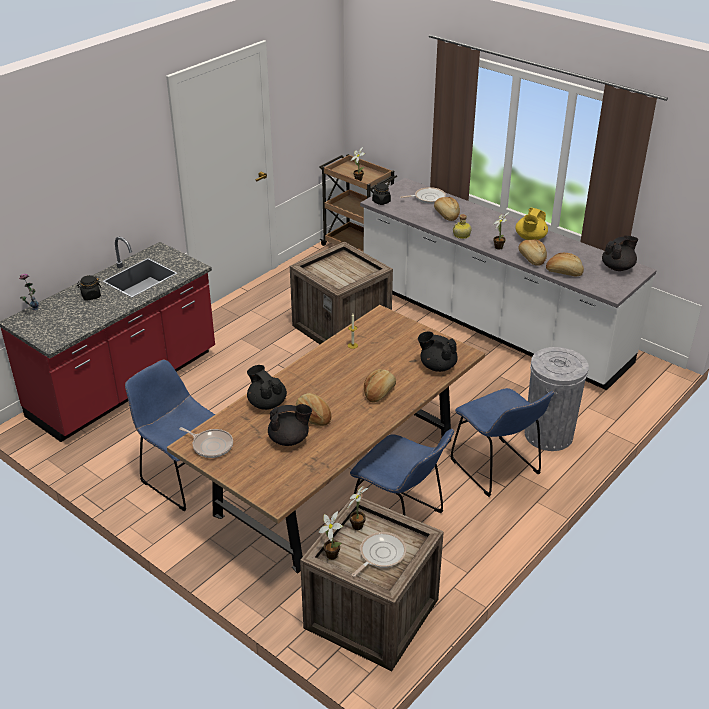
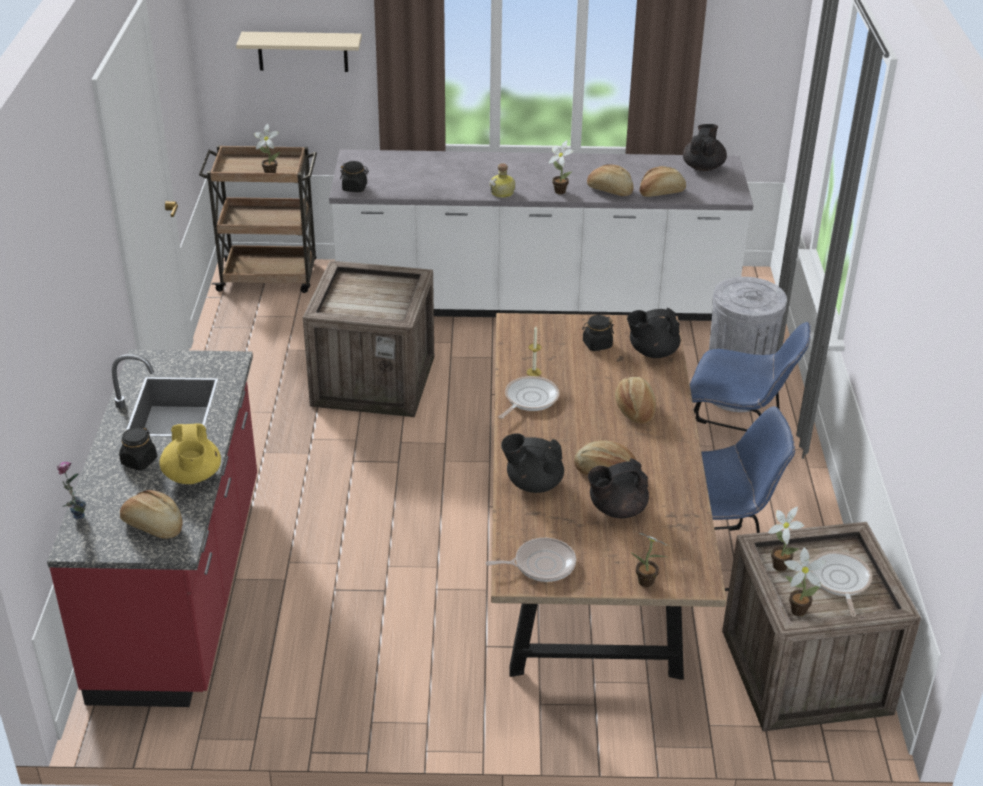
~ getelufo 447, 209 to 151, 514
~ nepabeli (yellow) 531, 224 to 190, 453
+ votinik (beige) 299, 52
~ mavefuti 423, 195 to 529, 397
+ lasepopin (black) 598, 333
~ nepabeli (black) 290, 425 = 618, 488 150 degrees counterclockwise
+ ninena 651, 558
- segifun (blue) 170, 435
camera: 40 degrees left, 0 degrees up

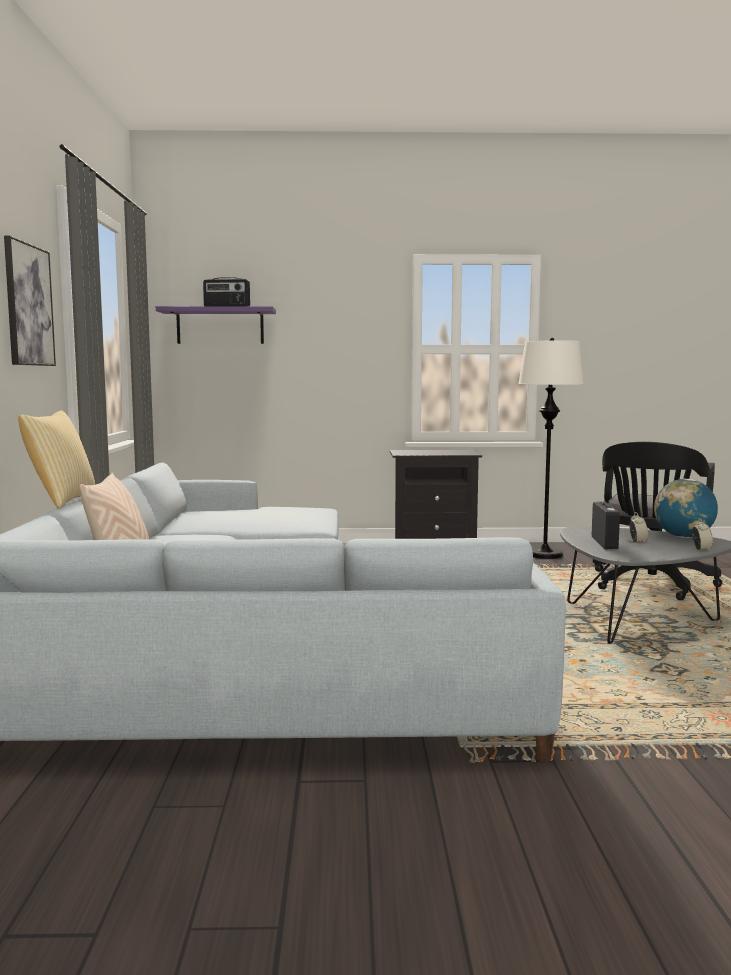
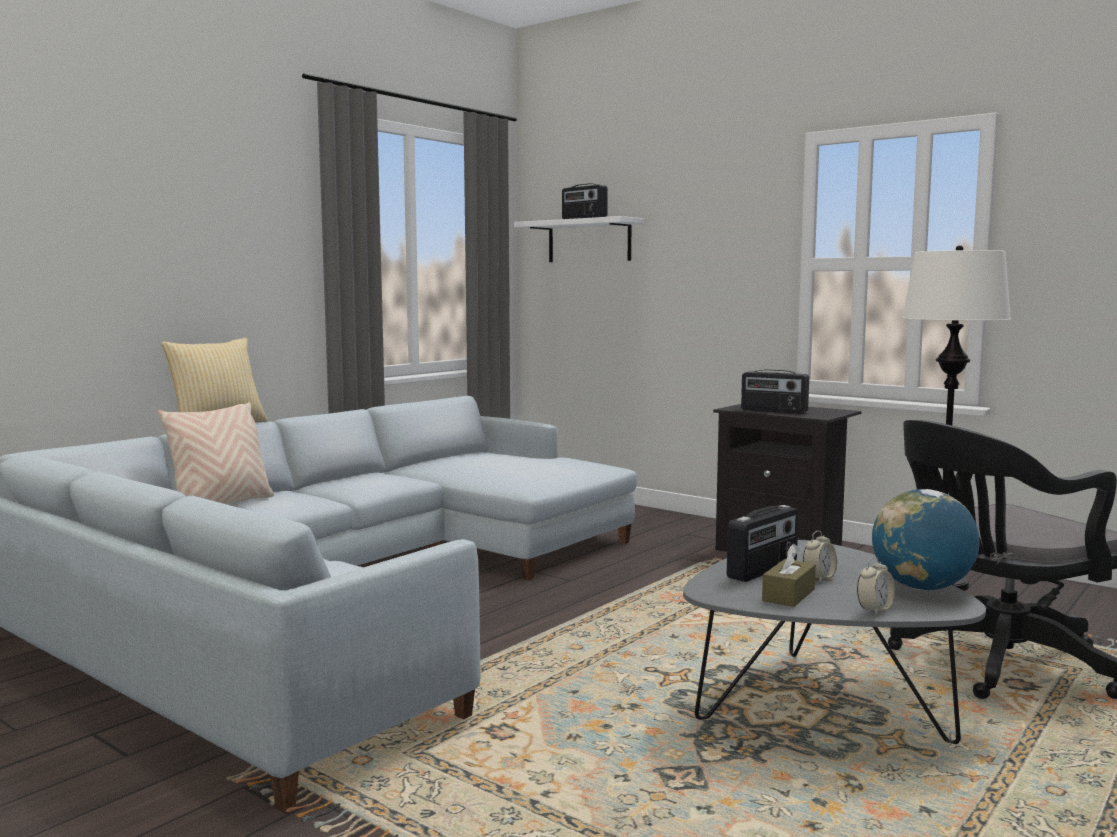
~ votinik (purple) 216, 325 to votinik (white) 579, 239
+ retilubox 775, 392
+ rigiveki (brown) 789, 575
- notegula 30, 301
camera: 40 degrees right, 0 degrees up

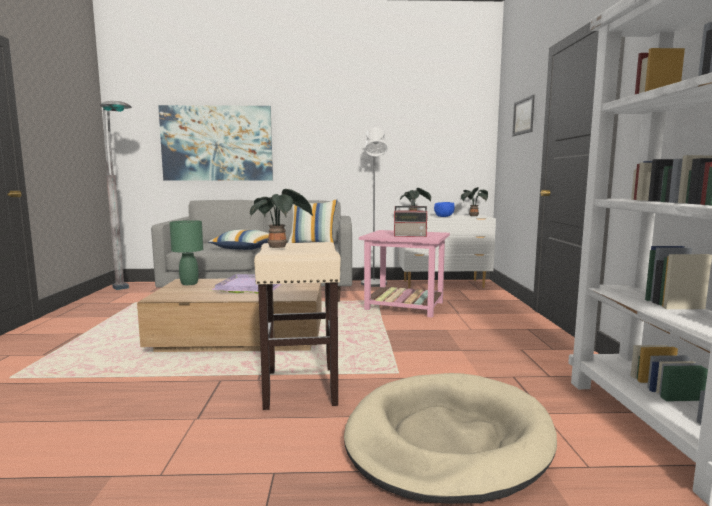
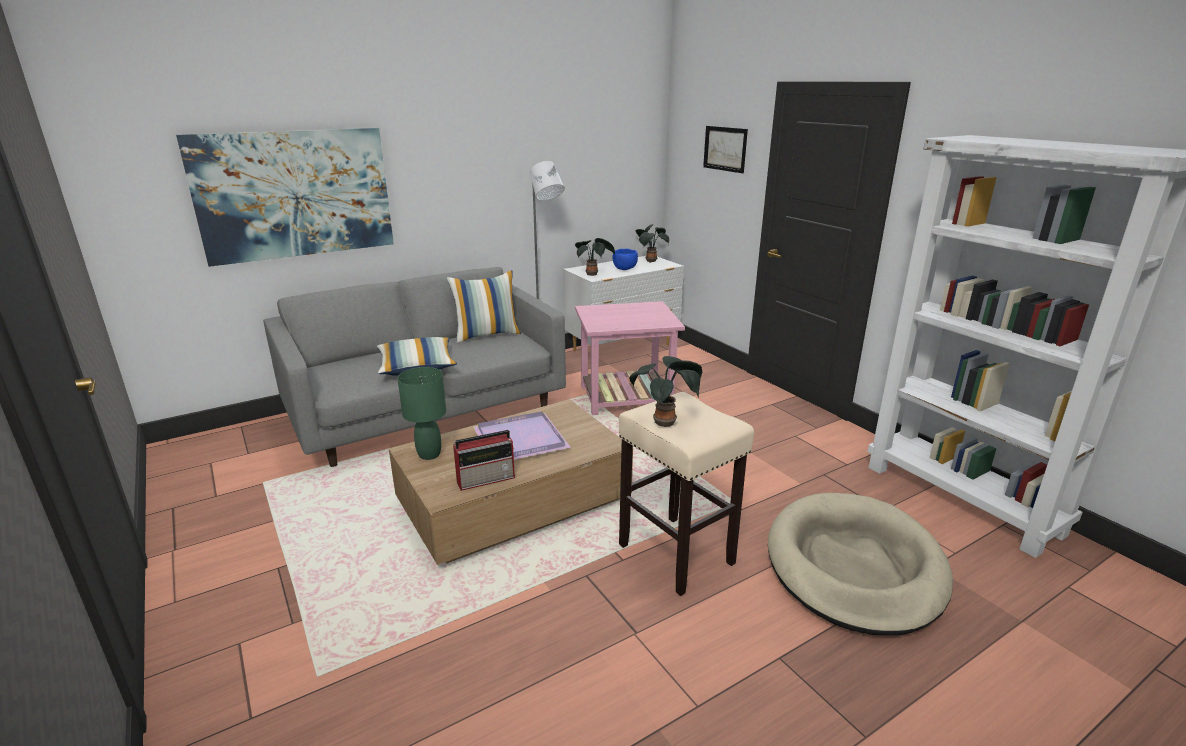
~ retilubox 411, 221 to 484, 460
- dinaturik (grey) 115, 195
camera: 30 degrees left, 15 degrees up

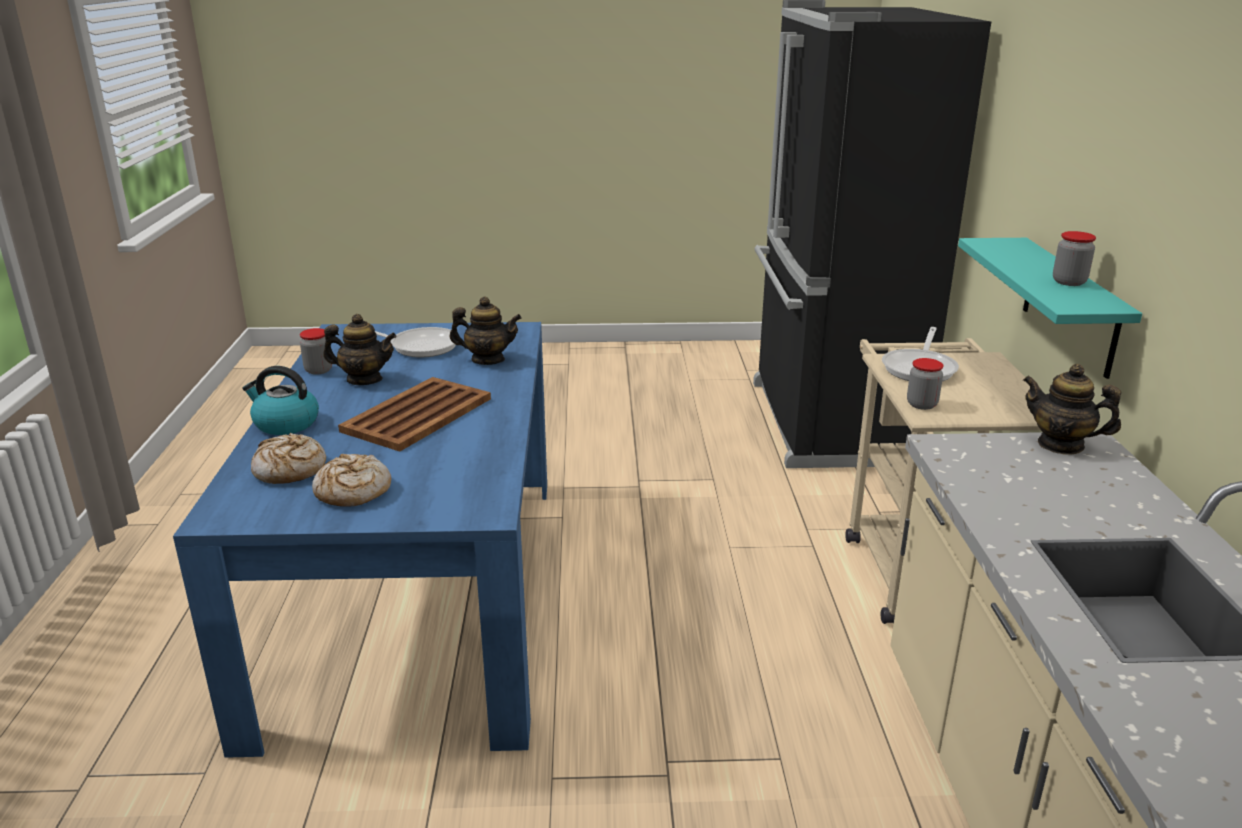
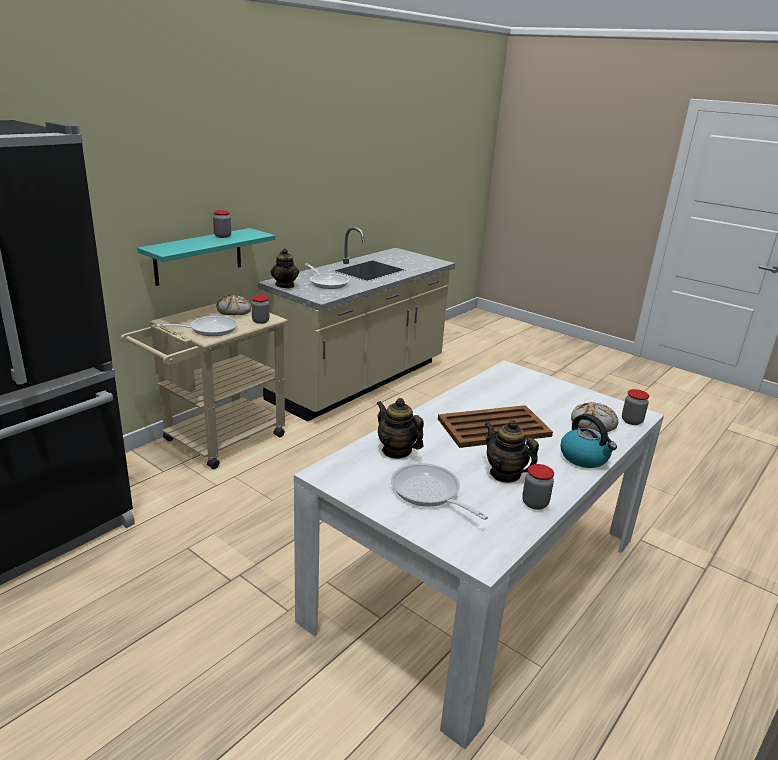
~ getelufo 351, 480 to 233, 304
~ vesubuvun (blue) 360, 540 to vesubuvun (white) 479, 554
+ mavefuti 327, 276
+ lasepopin 635, 407
camera: 140 degrees left, 0 degrees up

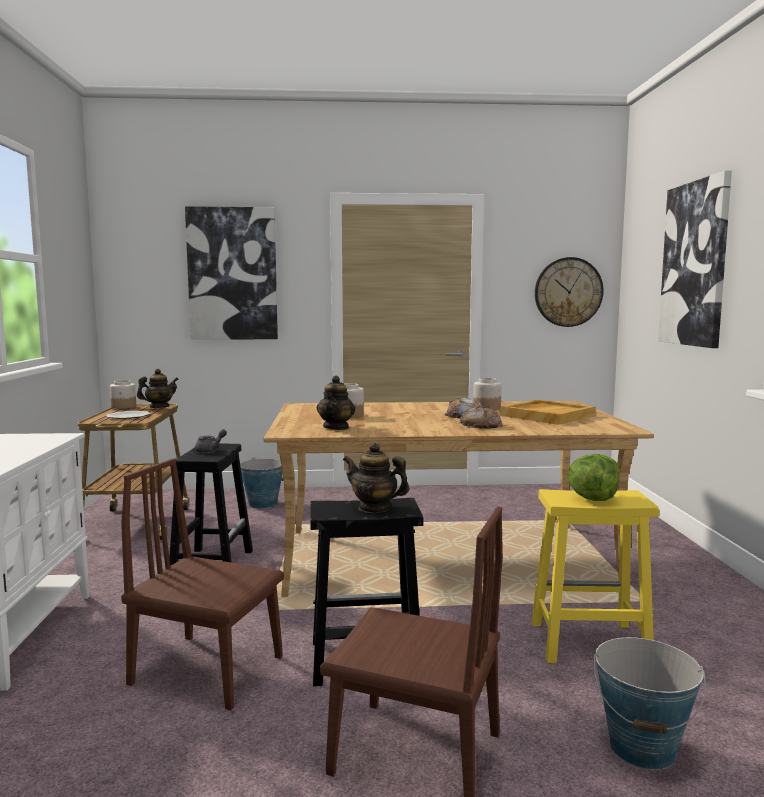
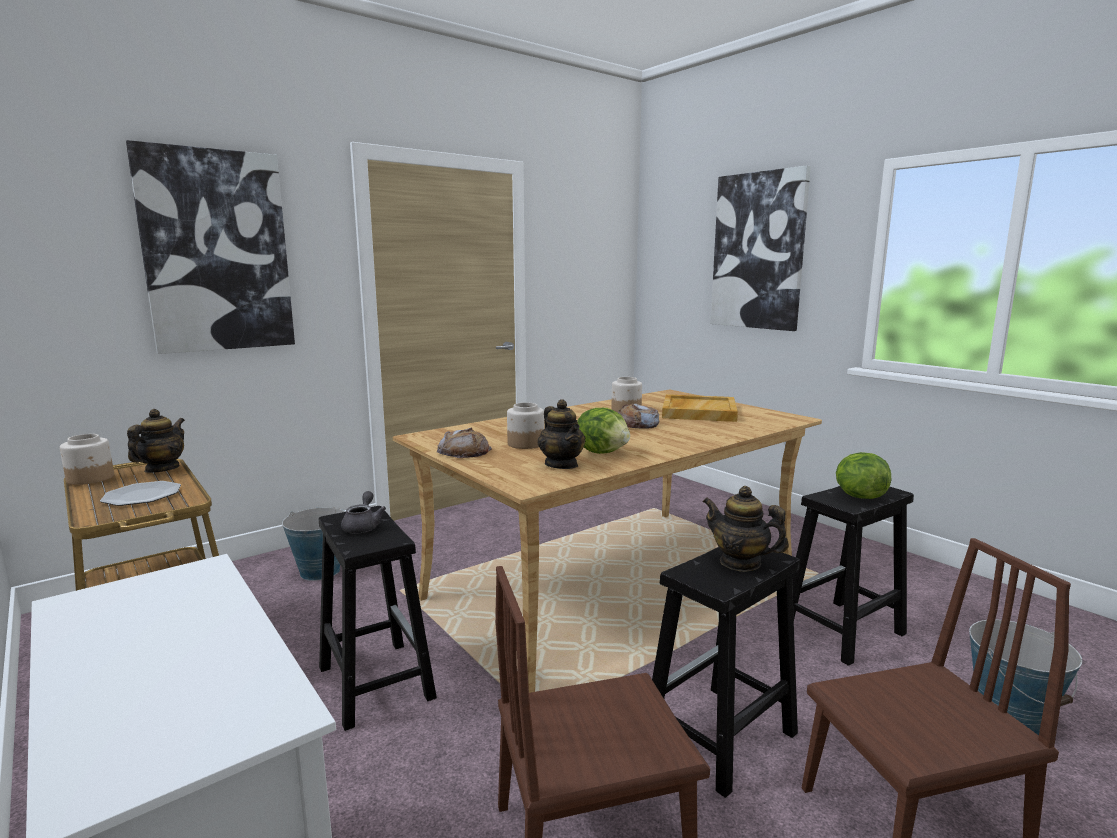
~ getelufo 481, 417 to 464, 443
+ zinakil 603, 431
~ nepabeli 376, 478 = 746, 528 45 degrees clockwise
~ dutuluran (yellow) 595, 576 to dutuluran (black) 853, 576
- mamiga 569, 292
camera: 35 degrees left, 5 degrees up

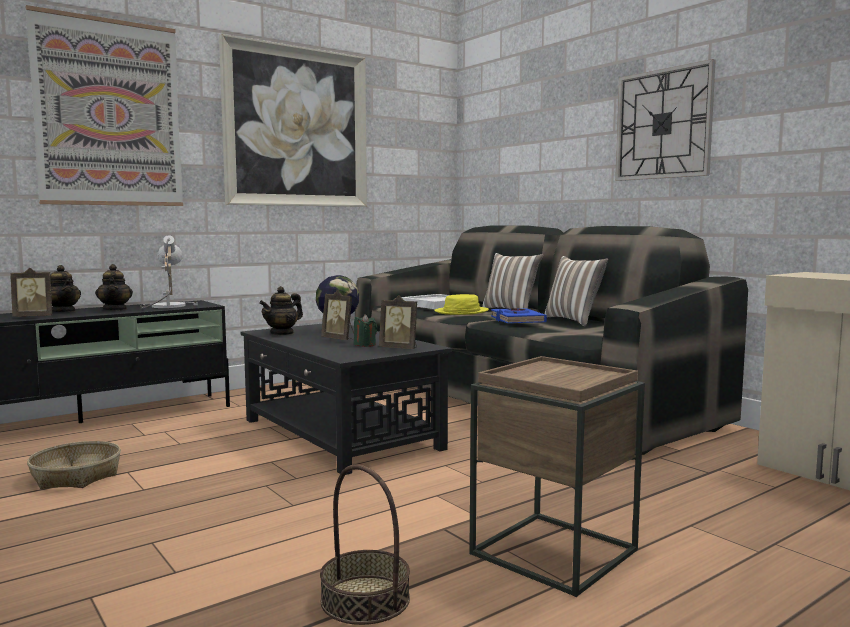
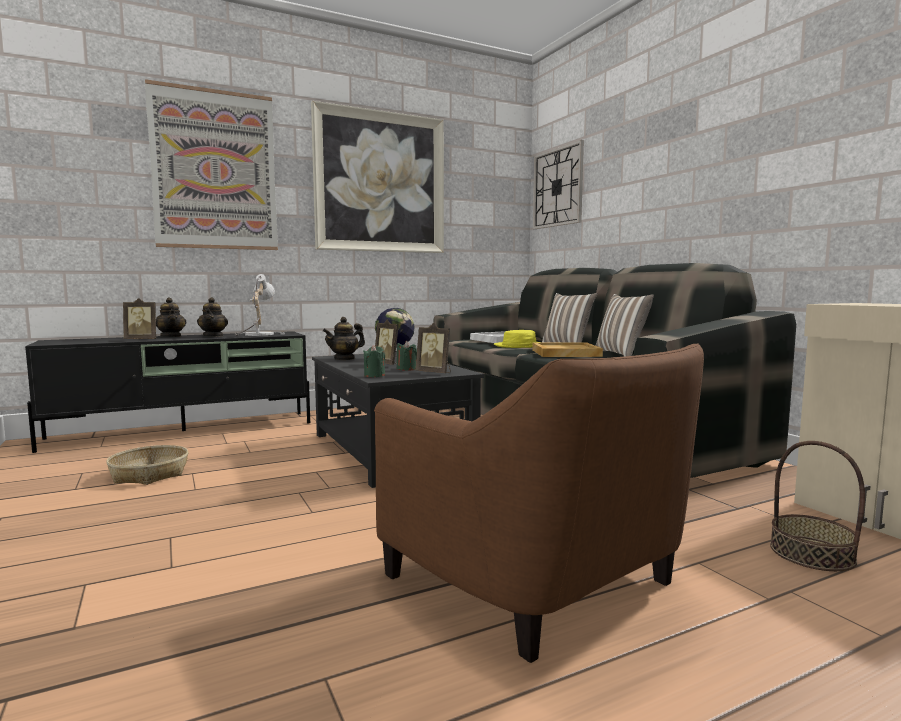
+ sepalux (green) 374, 361
~ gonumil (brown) 557, 476 to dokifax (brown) 539, 503
~ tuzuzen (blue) 519, 315 to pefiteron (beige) 567, 349
~ mamiga 665, 120 to 558, 184
~ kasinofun 365, 544 to 817, 506
camera: 10 degrees right, 0 degrees up

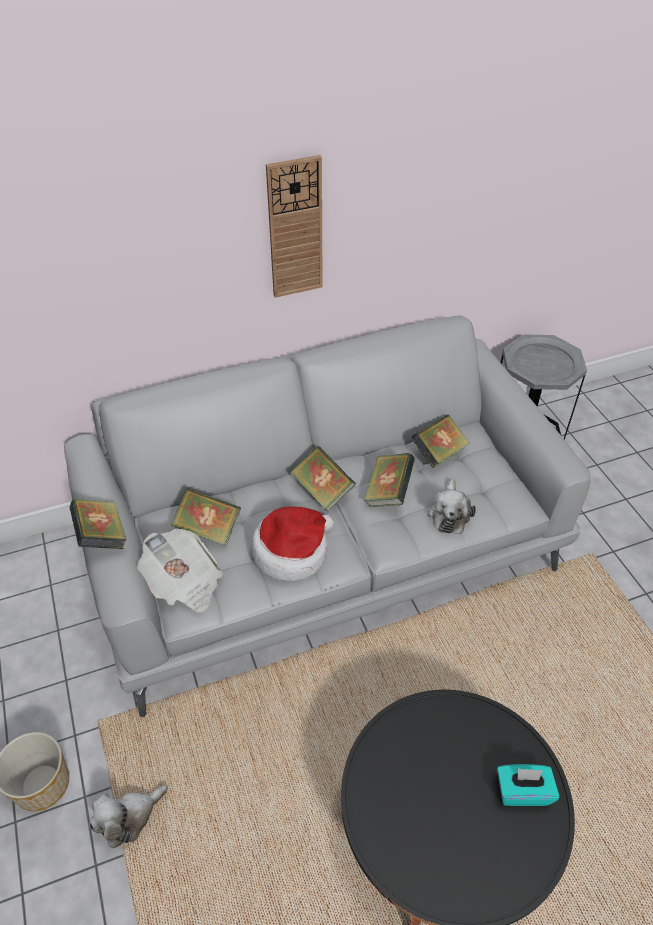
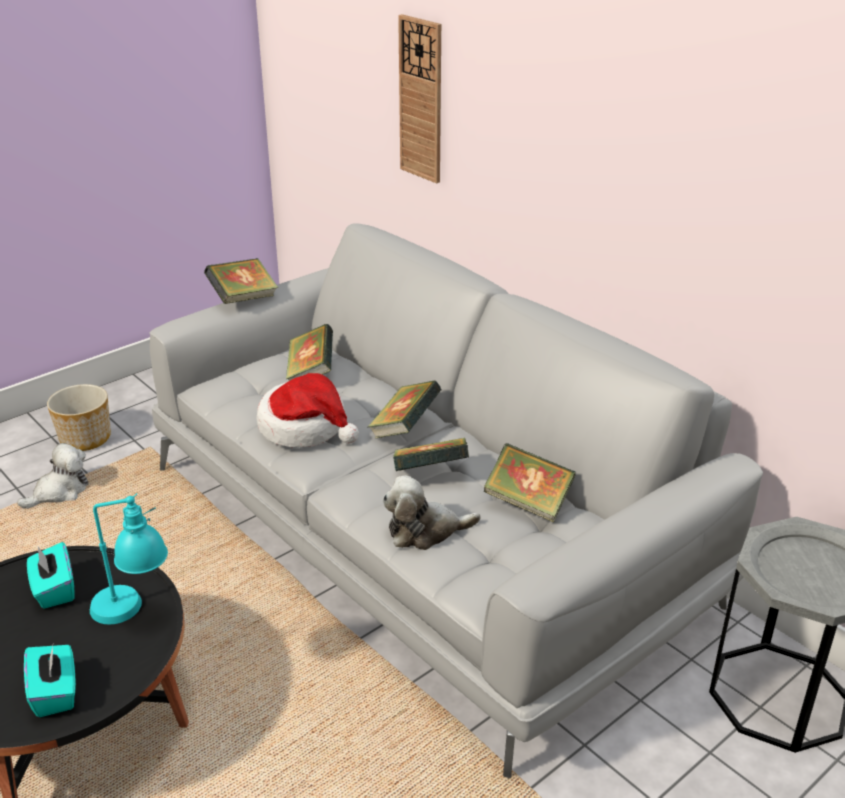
~ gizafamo 128, 816 = 53, 476 105 degrees clockwise
+ rigiveki (turquoise) 50, 575
+ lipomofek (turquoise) 129, 559
~ mamiga 294, 226 to 419, 98
- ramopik 180, 571
camera: 70 degrees right, 15 degrees down

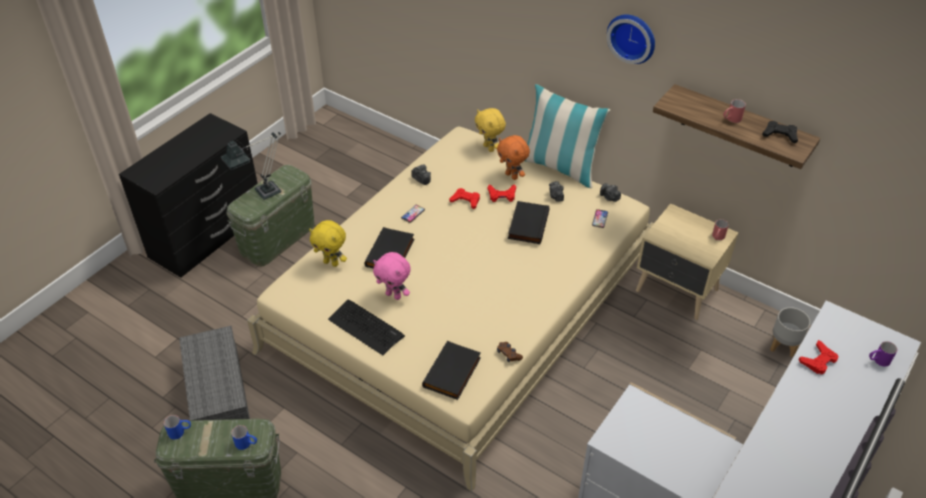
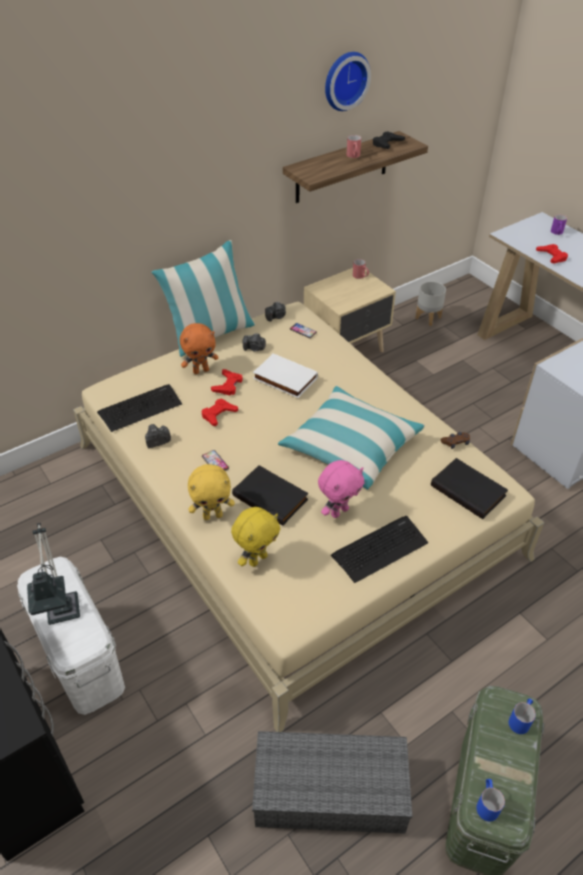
~ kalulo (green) 271, 216 to kalulo (white) 71, 636
+ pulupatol 139, 408
~ gizafamo (yellow) 490, 130 to 211, 492
~ tuzuzen (black) 528, 222 to tuzuzen (white) 285, 376
+ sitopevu 351, 437
~ mamiga 631, 39 to 348, 81
camera: 70 degrees left, 0 degrees up

